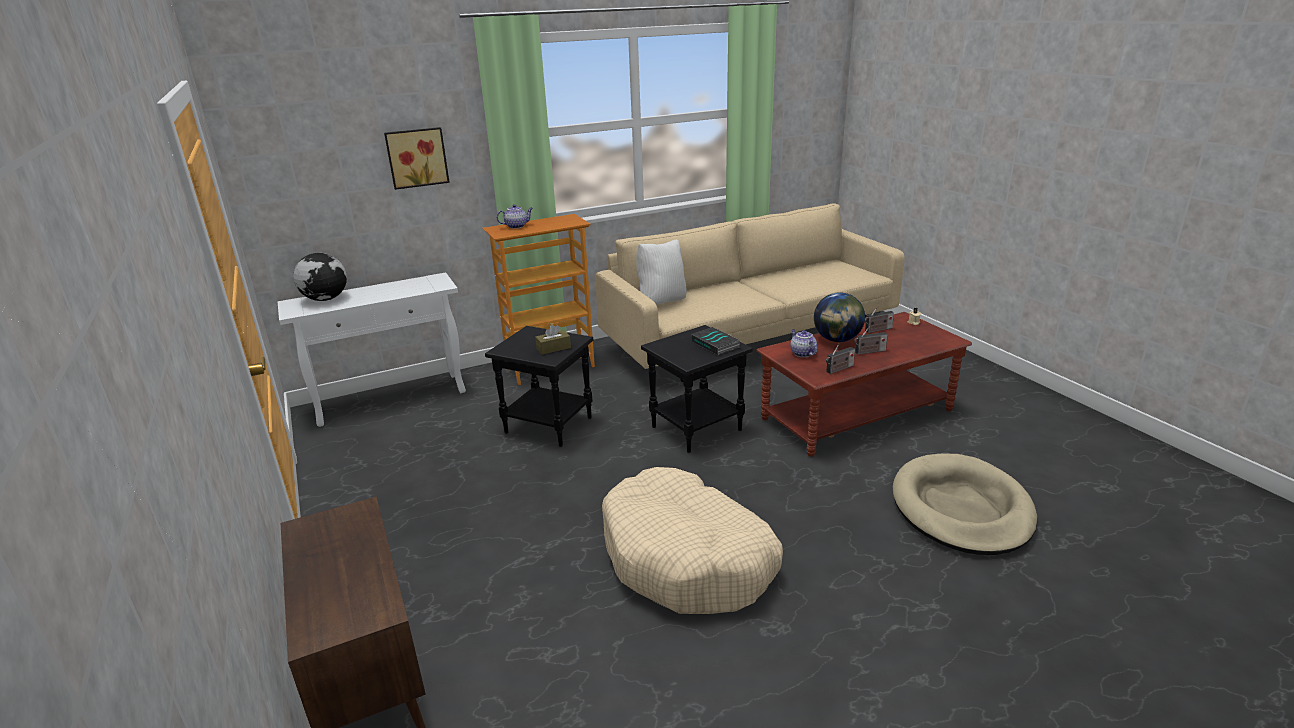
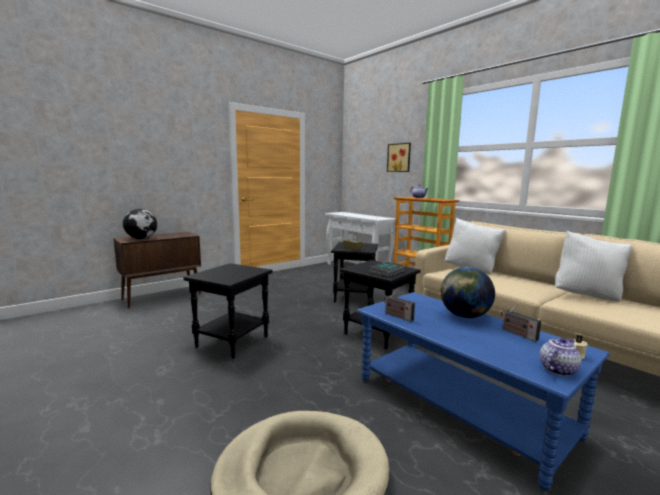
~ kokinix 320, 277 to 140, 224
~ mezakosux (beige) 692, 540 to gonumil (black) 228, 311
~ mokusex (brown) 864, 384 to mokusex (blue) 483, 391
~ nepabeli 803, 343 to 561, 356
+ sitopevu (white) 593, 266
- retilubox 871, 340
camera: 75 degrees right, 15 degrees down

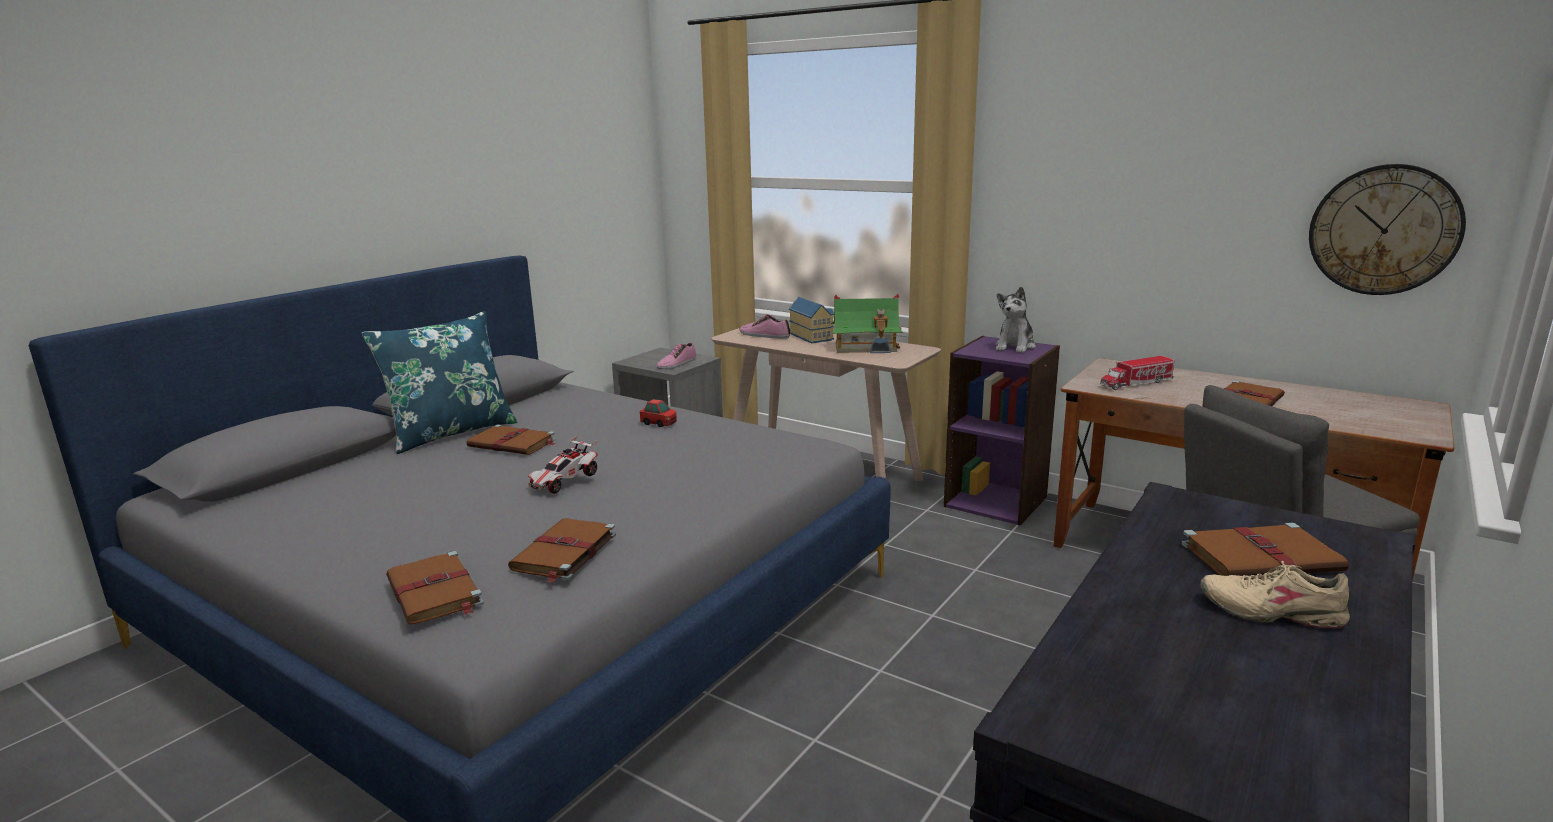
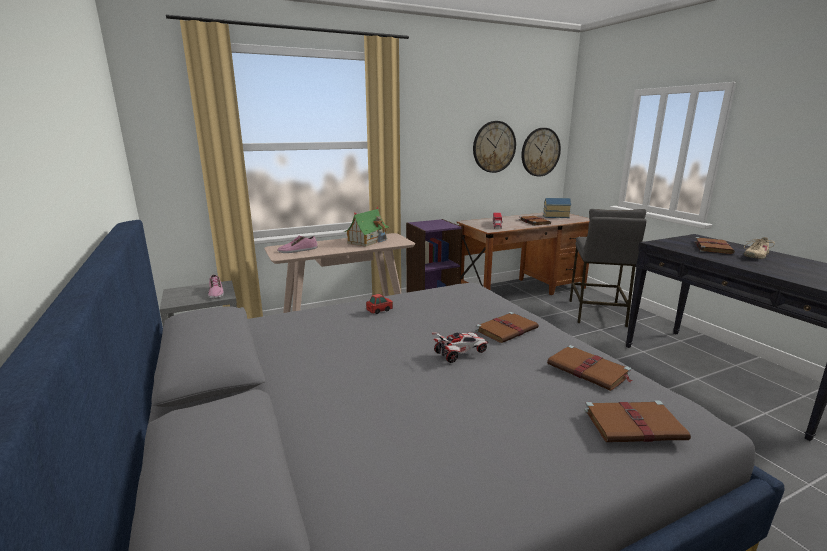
~ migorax 563, 465 = 459, 347 90 degrees counterclockwise
+ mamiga 494, 147
~ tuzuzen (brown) 511, 439 to 507, 327
~ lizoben 811, 320 to 557, 208
- sitopevu (blue) 439, 382
- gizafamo 1016, 320
camera: 60 degrees left, 0 degrees up

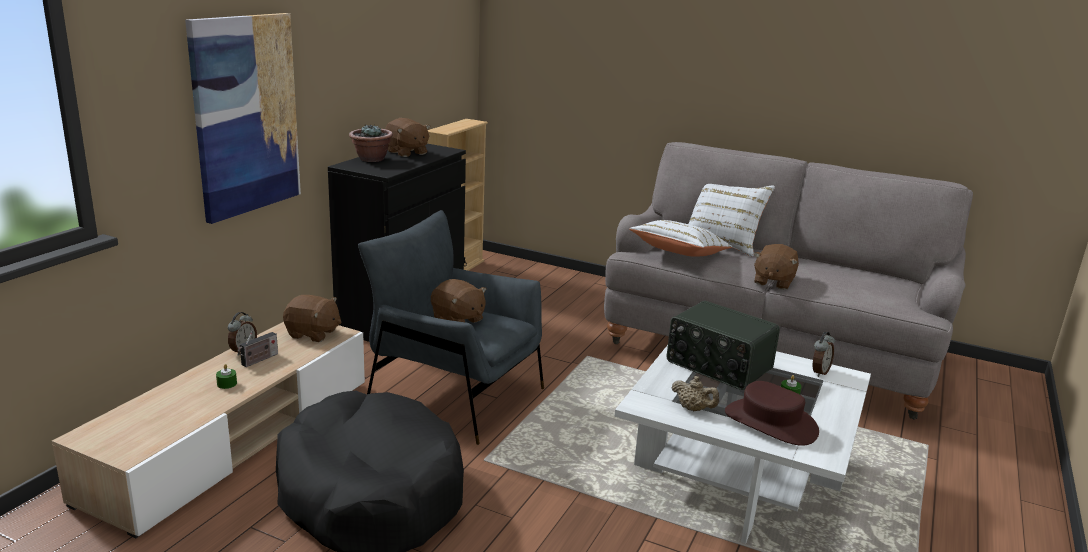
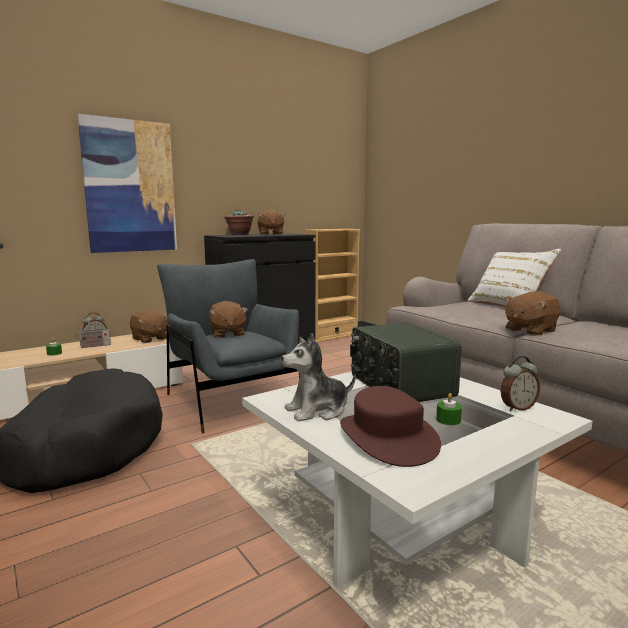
~ nepabeli (beige) 695, 393 to gizafamo 318, 377
- sitopevu (white) 680, 238
camera: 30 degrees right, 10 degrees down

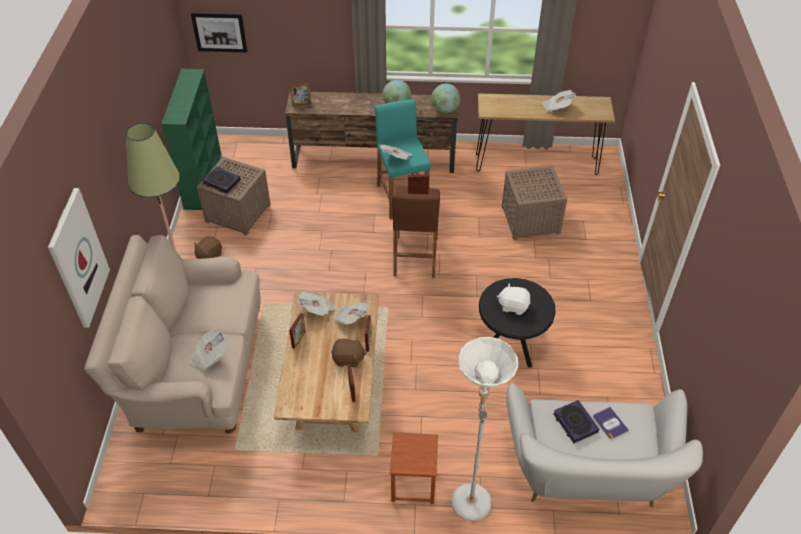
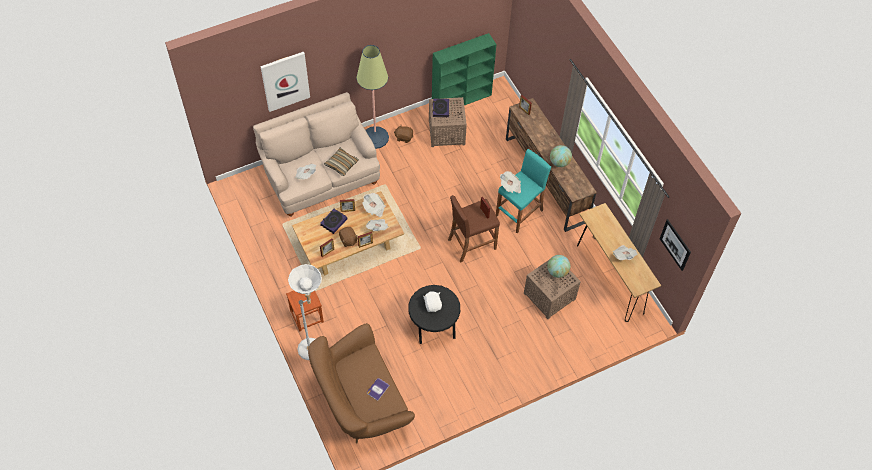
~ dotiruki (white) 604, 445 to dotiruki (brown) 361, 383
~ tuzuzen 576, 421 to 334, 221
+ sitopevu 341, 162
~ kokinix 445, 98 to 558, 266
~ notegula 219, 32 to 675, 245
camera: 60 degrees right, 10 degrees up

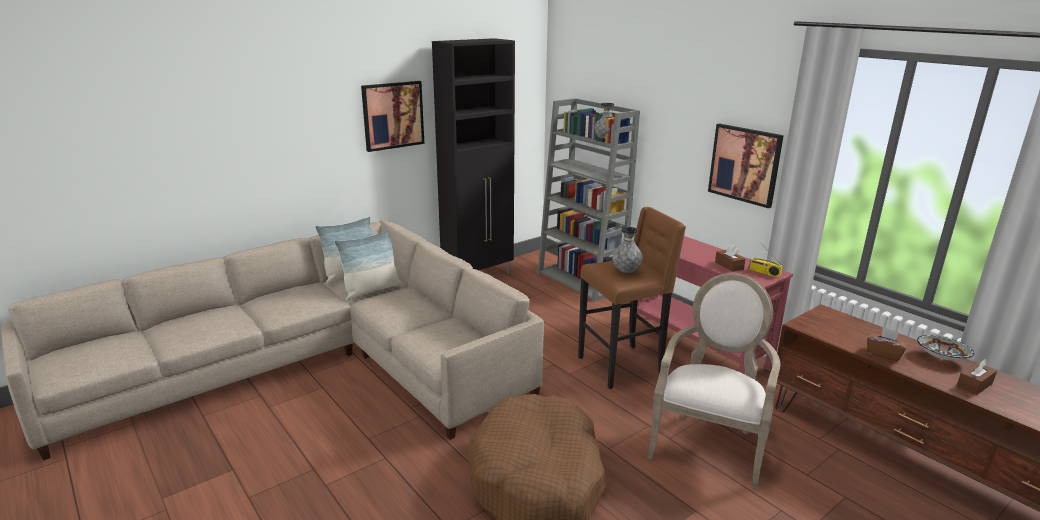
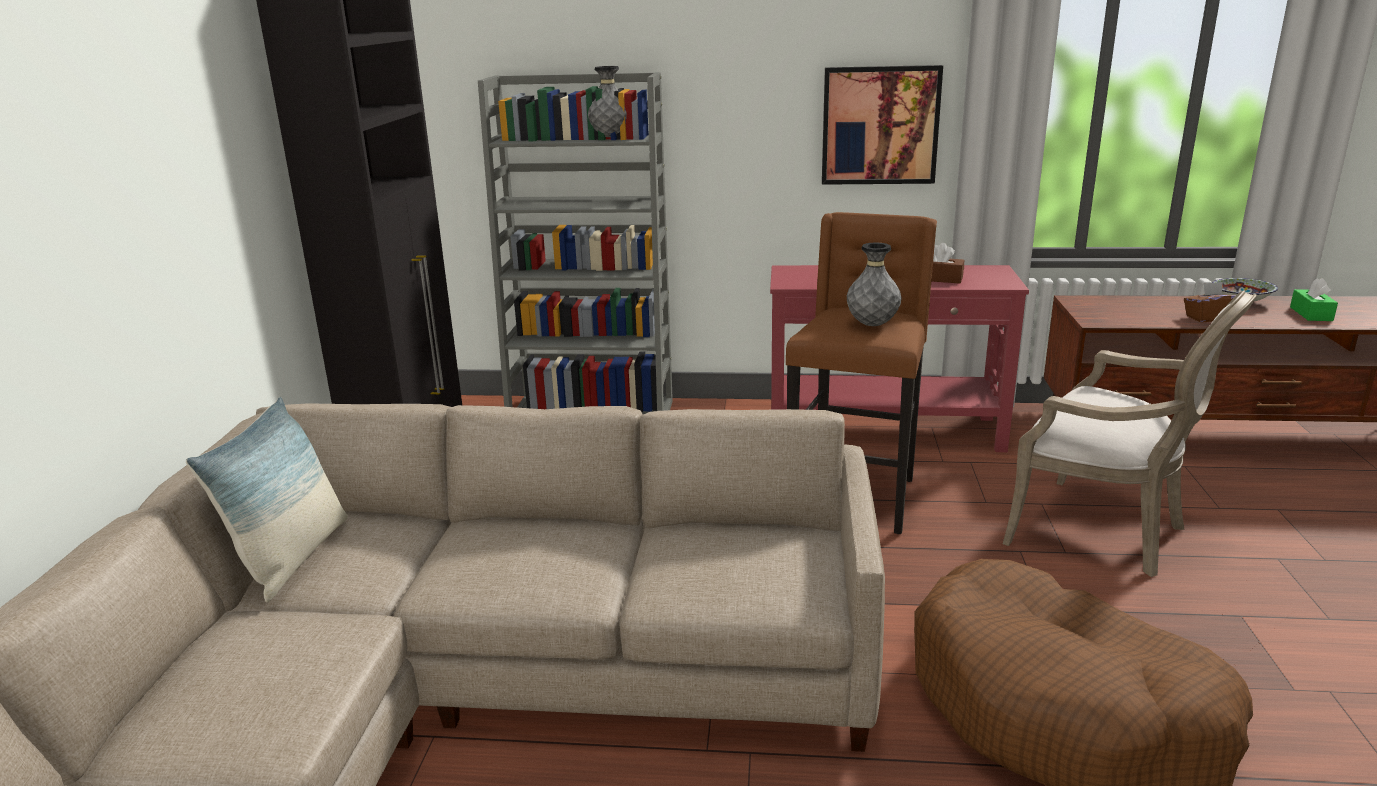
~ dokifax 714, 381 = 1130, 433 150 degrees clockwise
~ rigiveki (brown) 977, 377 to rigiveki (green) 1314, 299
- sitopevu 368, 265
- notegula 392, 116
- retilubox 766, 260
camera: 45 degrees left, 0 degrees up

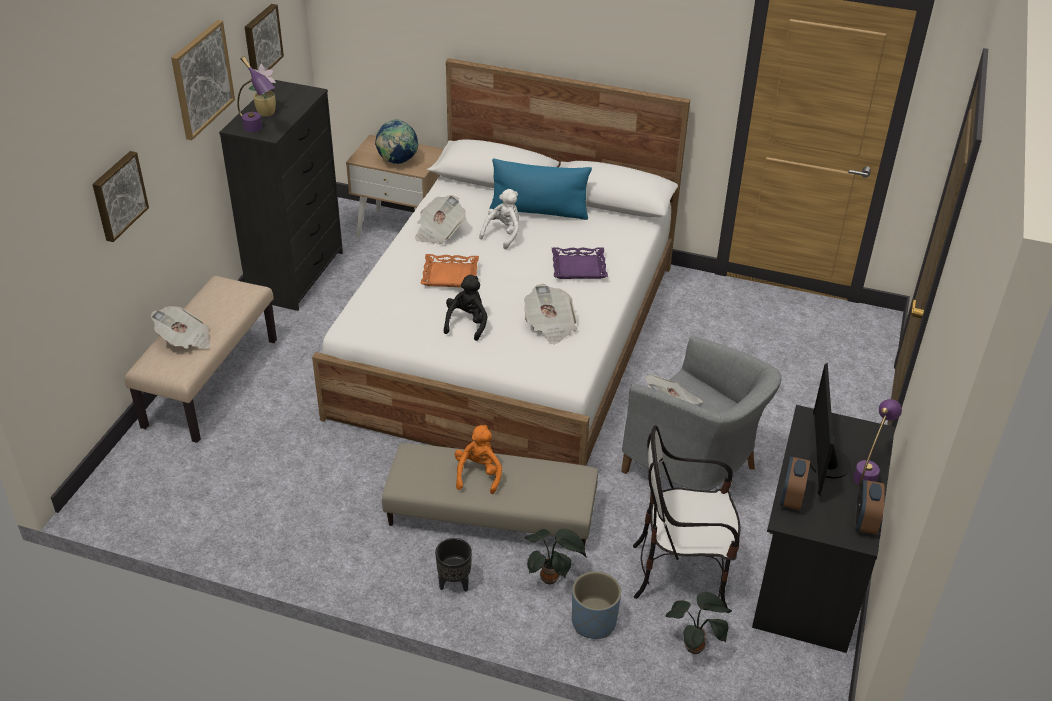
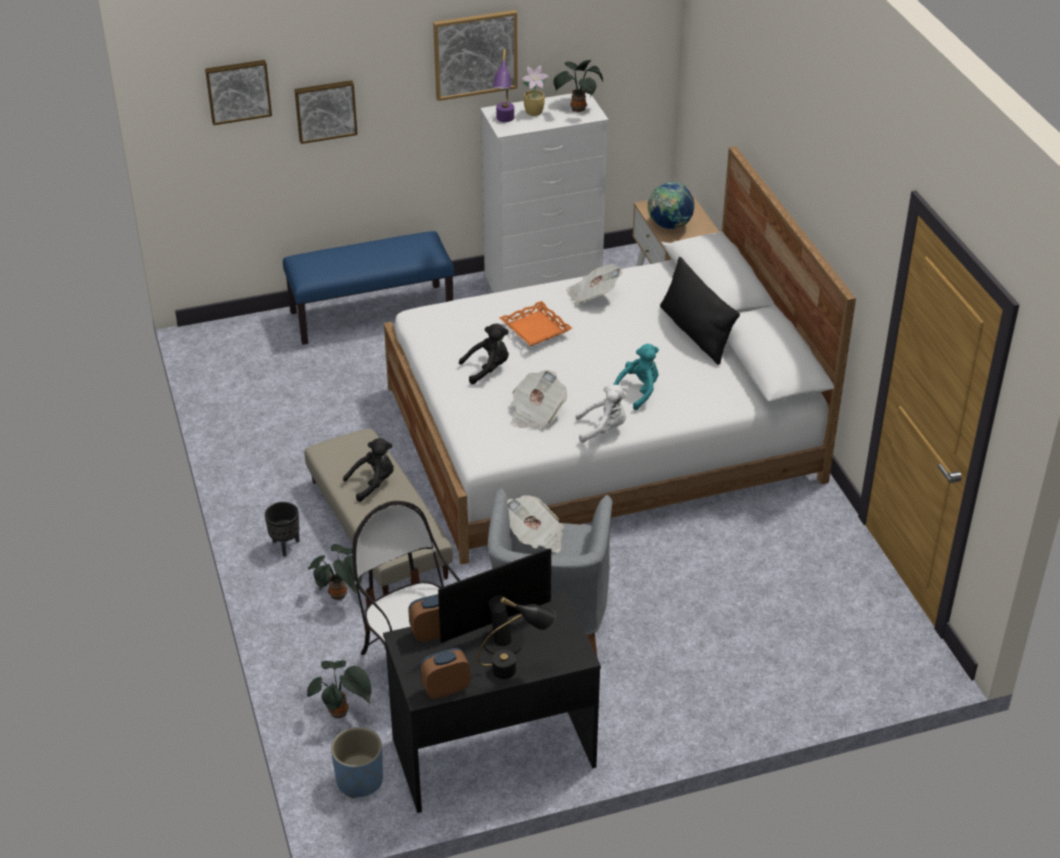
~ notegula 264, 37 to 238, 92
~ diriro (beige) 201, 359 to diriro (blue) 369, 288
~ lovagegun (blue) 596, 605 to 357, 762
~ gizafamo (orange) 478, 459 to gizafamo (black) 368, 470
~ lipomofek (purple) 877, 442 to lipomofek (black) 516, 638
~ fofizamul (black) 281, 195 to fofizamul (white) 544, 193
+ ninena 578, 86
~ gizafamo (white) 499, 219 to 601, 414
~ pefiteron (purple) 580, 263 to gizafamo (turquoise) 636, 377
~ sitopevu (blue) 541, 189 to sitopevu (black) 700, 311
- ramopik 180, 327
camera: 55 degrees right, 0 degrees up

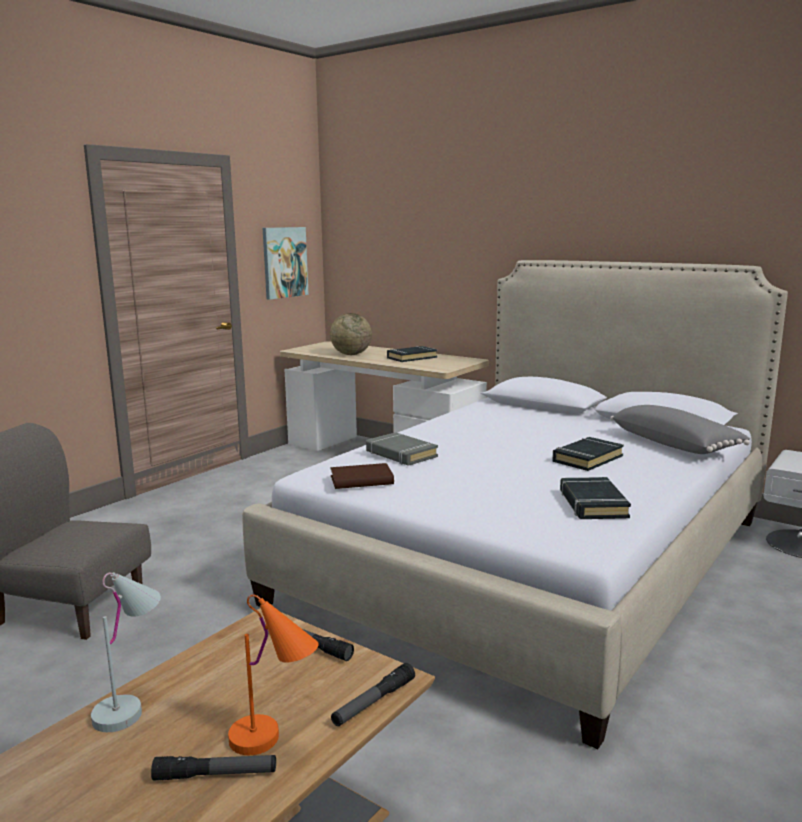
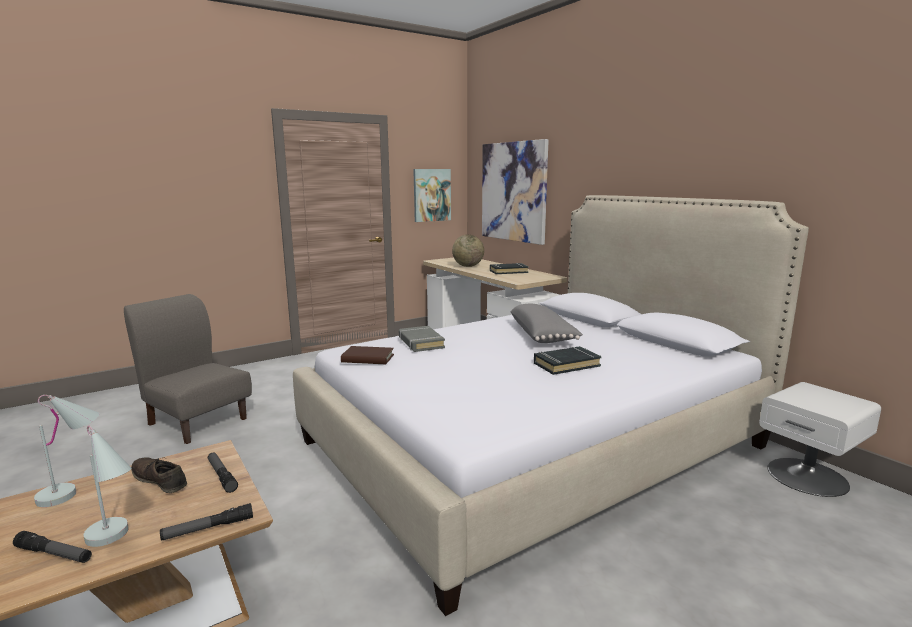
~ lipomofek (orange) 273, 675 to lipomofek (white) 107, 486
+ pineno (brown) 159, 475
+ notegula 515, 192
~ sitopevu (grey) 680, 429 to 546, 323
- tuzuzen (black) 595, 498
camera: 20 degrees right, 0 degrees up

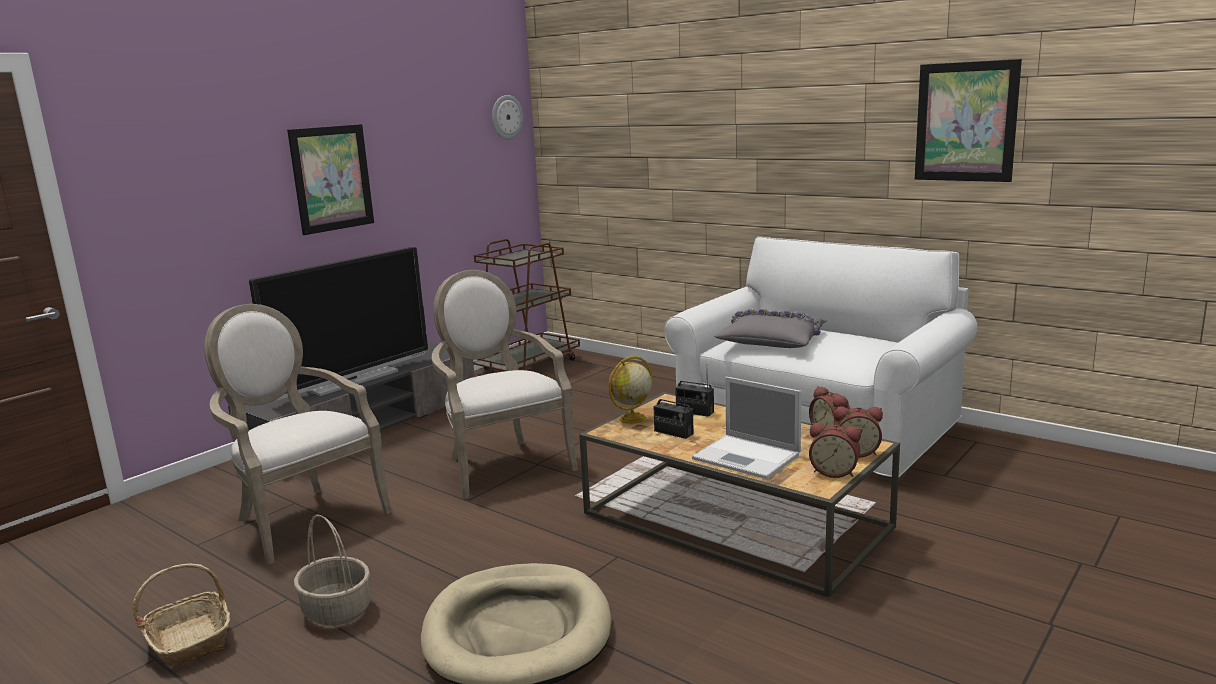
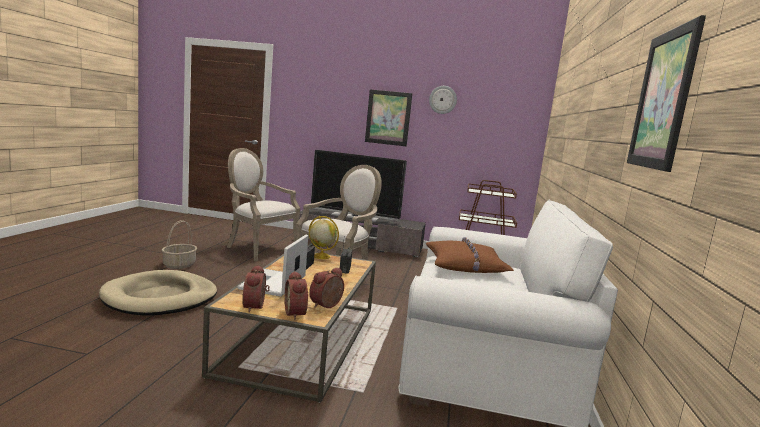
~ dokifax 298, 434 = 263, 204 75 degrees counterclockwise
~ sitopevu (grey) 770, 328 to sitopevu (brown) 470, 255
~ mamiga 507, 117 to 443, 100
- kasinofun 181, 615
camera: 60 degrees right, 5 degrees down

